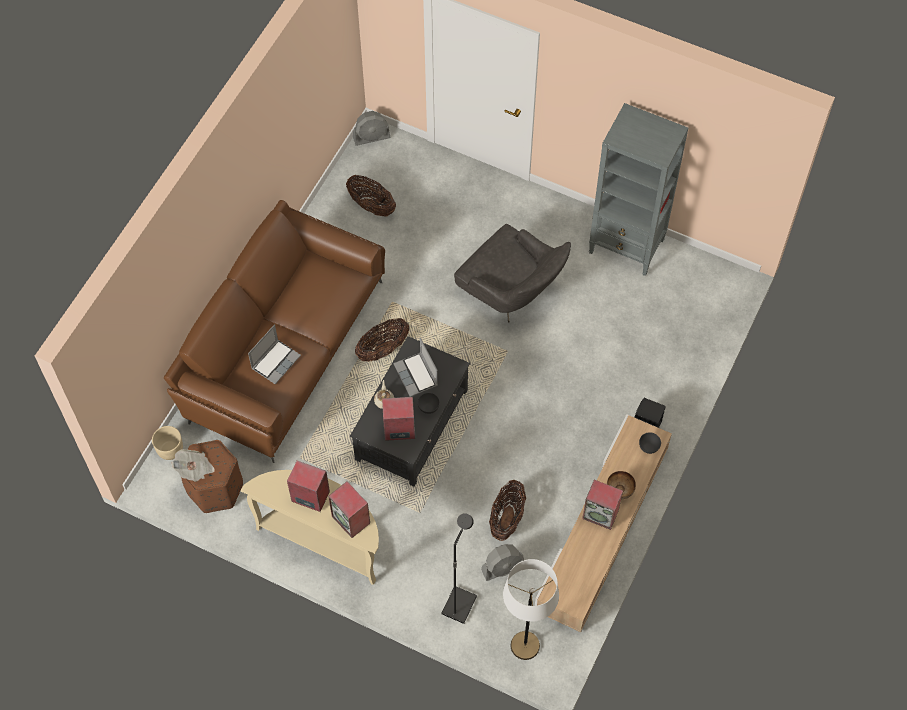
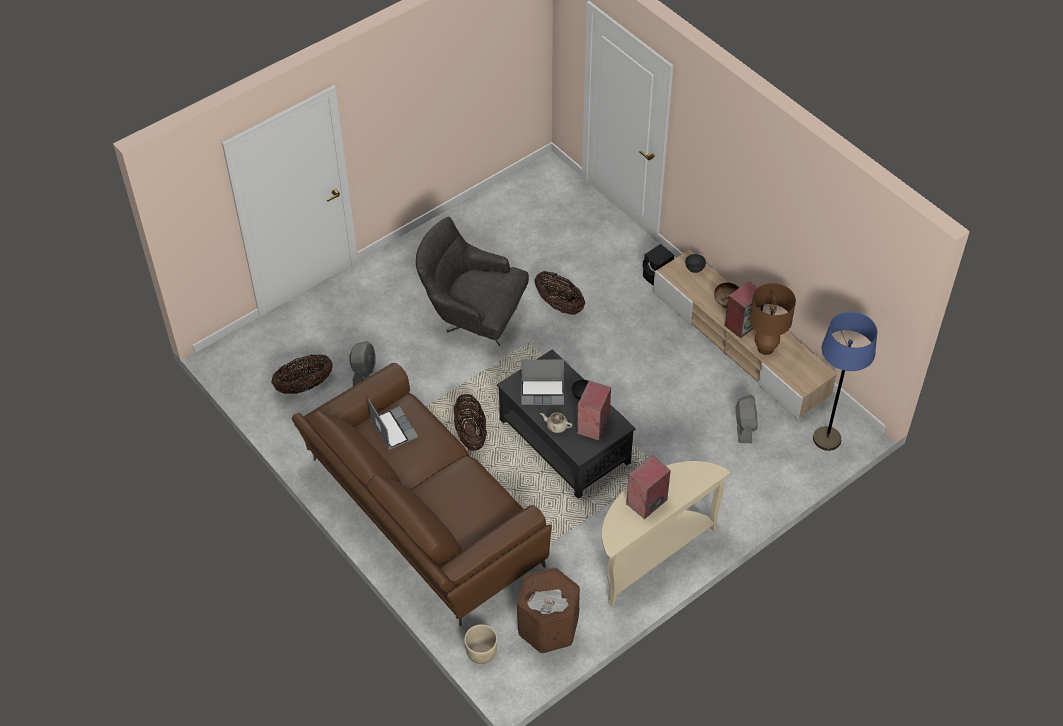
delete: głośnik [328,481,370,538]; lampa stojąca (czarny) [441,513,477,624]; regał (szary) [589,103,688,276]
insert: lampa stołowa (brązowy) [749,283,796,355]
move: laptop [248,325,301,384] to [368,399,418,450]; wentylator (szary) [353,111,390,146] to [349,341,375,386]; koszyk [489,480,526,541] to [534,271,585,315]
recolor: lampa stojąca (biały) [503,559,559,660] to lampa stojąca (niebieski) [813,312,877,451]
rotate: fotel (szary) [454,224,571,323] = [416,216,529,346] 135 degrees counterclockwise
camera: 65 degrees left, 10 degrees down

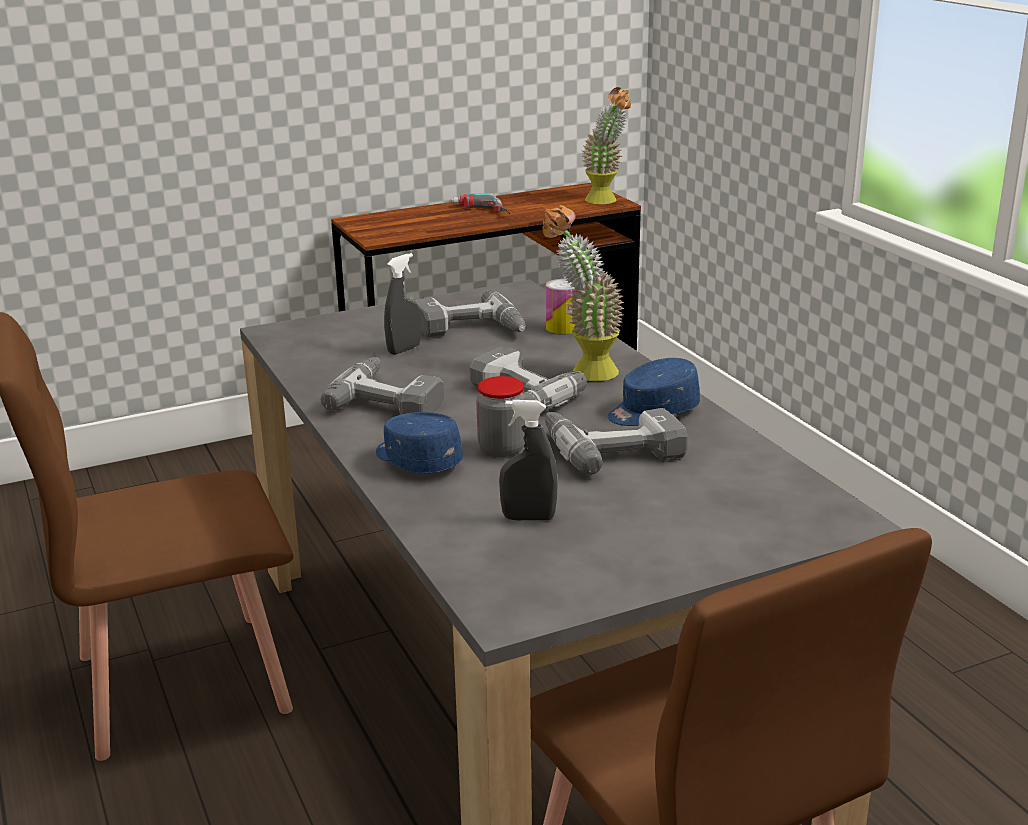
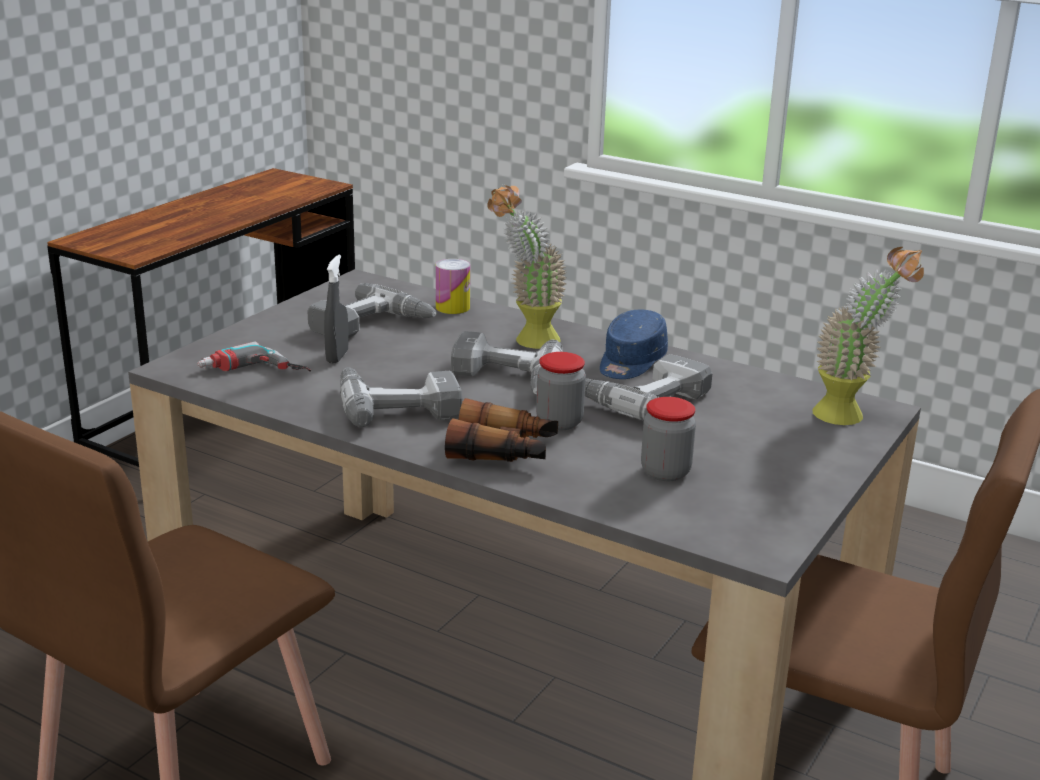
move: wiertarka [449,193,510,214] to [197,342,311,372]; roślina doniczkowa [581,87,631,204] to [812,247,924,425]
replace: czapka z daszkiem (niebieski) [376,412,463,473] to lornetka [445,398,558,462]; spryskiwacz (szary) [499,400,558,521] to słoik [641,397,696,481]
camera: 35 degrees left, 0 degrees up

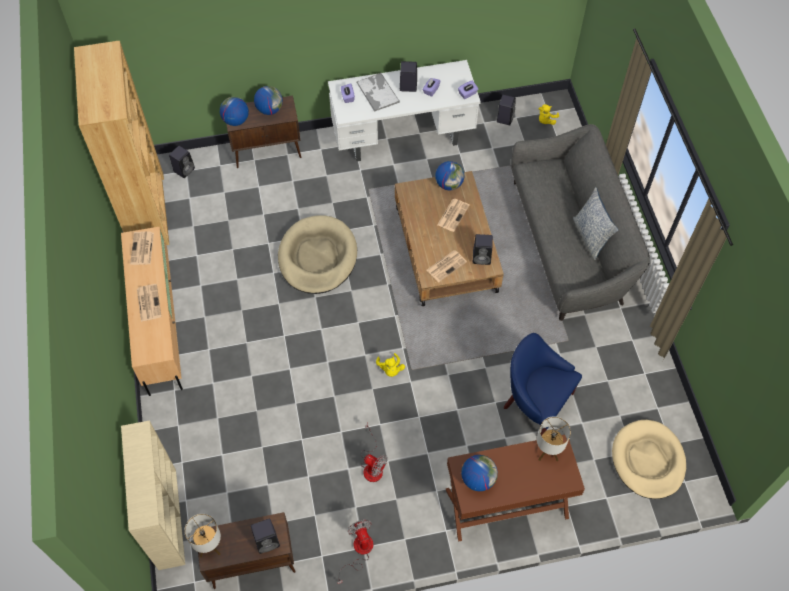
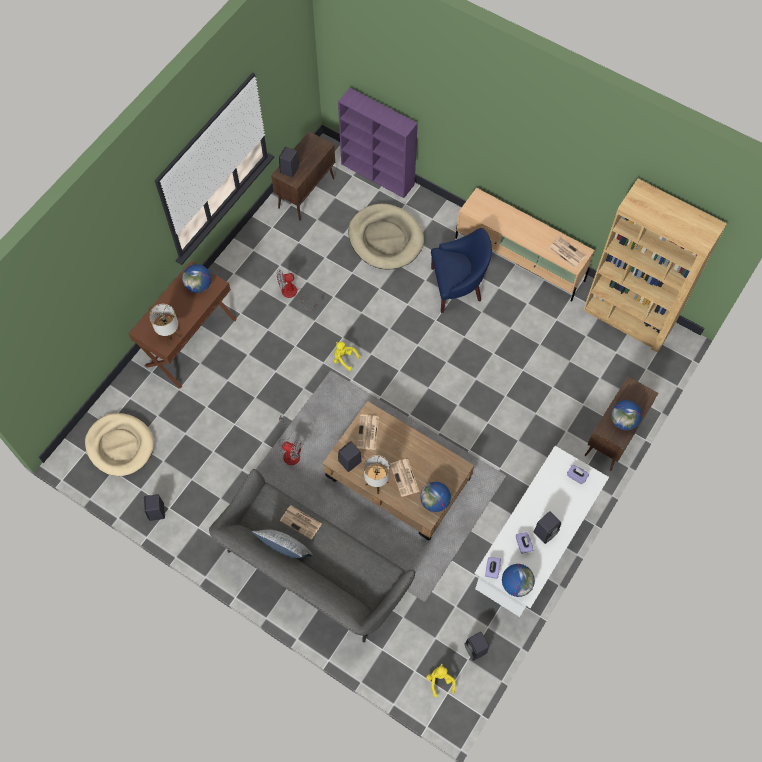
delete: taca [356,73,400,112]
move: gazeta [137,284,161,322] to [280,505,322,539]; głośnik (czarny) [169,146,195,178] to [144,494,165,521]; lampa stołowa [184,514,221,557] to [364,455,390,495]; globus [220,97,249,126] to [502,564,535,597]; legowisko (beżowy) [278,215,357,294] to [348,204,424,270]; wentylator [338,520,373,584] to [279,415,302,465]; fotel (niebieski) [504,333,582,436] to [431,228,492,313]
recolor: regał (beżowy) [121,420,185,570] to regał (fioletowy) [338,88,418,198]
camera: 135 degrees right, 5 degrees up

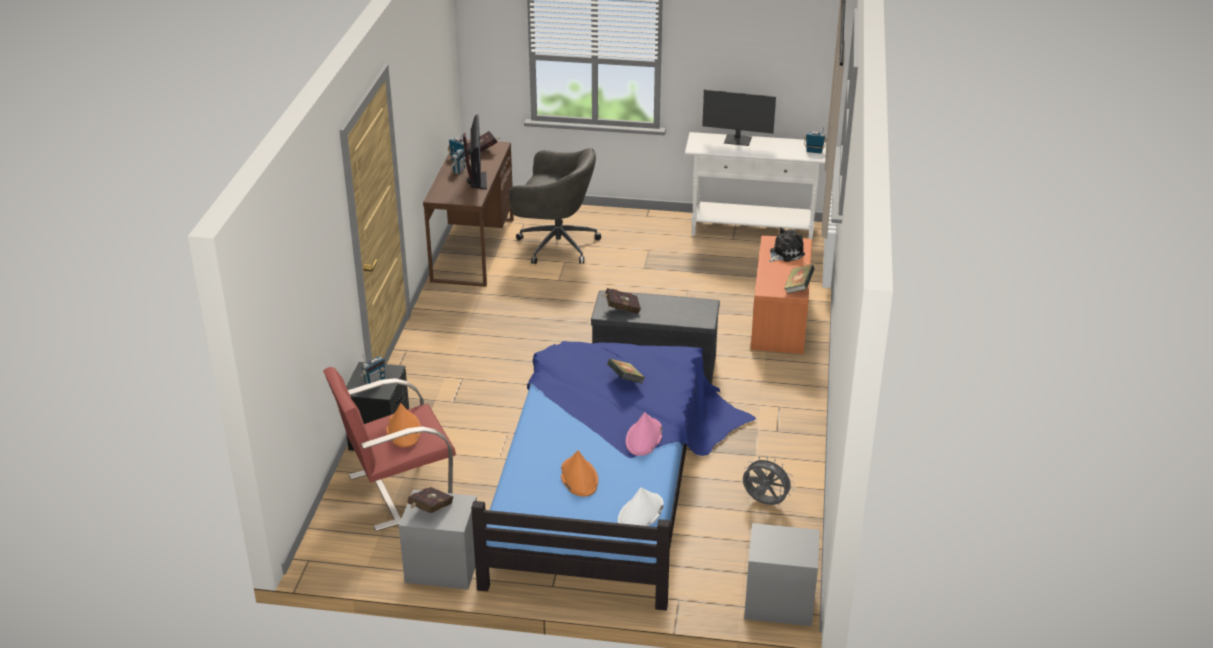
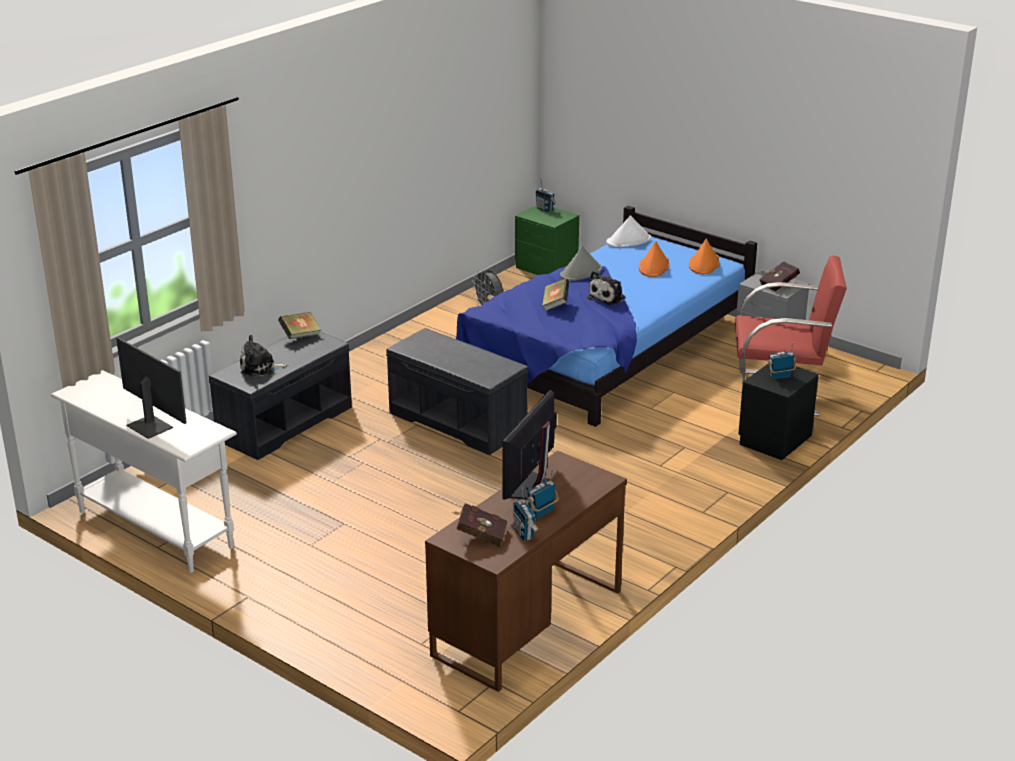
delete: krzesło biurowe (szary) [509,148,601,264]; książka (czerwony) [600,288,641,314]
insert: pluszak [587,271,626,305]
move: kapelusz (pomarańczowy) [386,403,421,447] to [689,238,720,274]; radio [804,126,827,154] to [535,181,556,212]
recolor: kapelusz (różowy) [626,412,662,456] to kapelusz (szary) [560,246,602,281]; szafka nocna (szary) [744,523,819,626] to szafka nocna (zielony) [515,205,579,275]; ławka (pomarańczowy) [751,236,812,354] to ławka (szary) [209,332,352,460]
camera: 150 degrees left, 5 degrees down

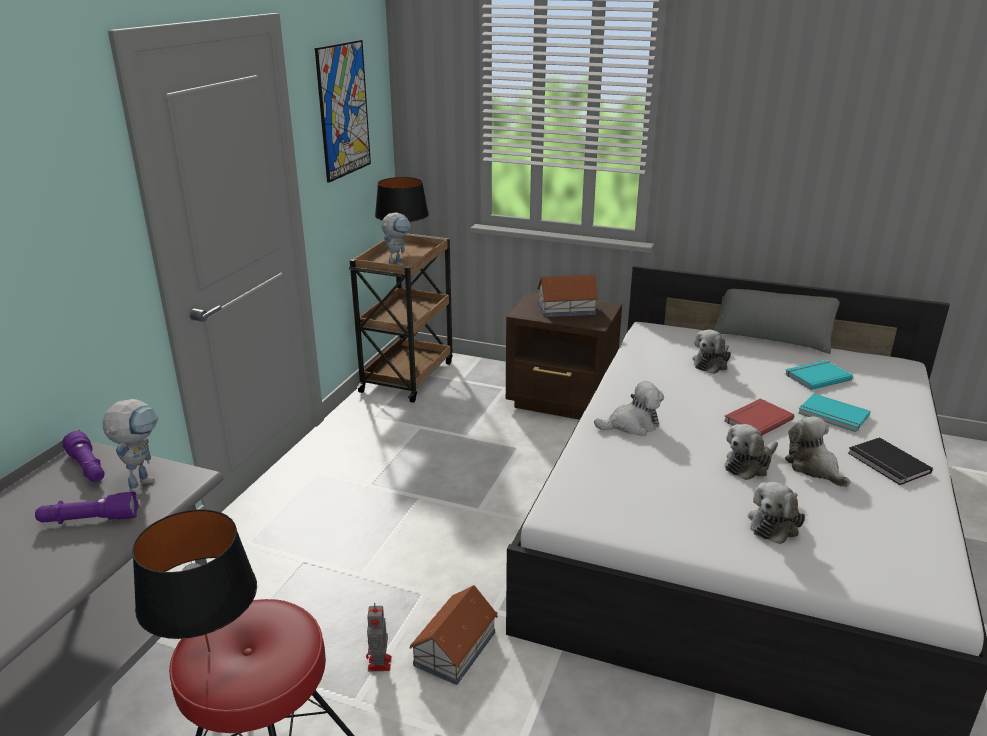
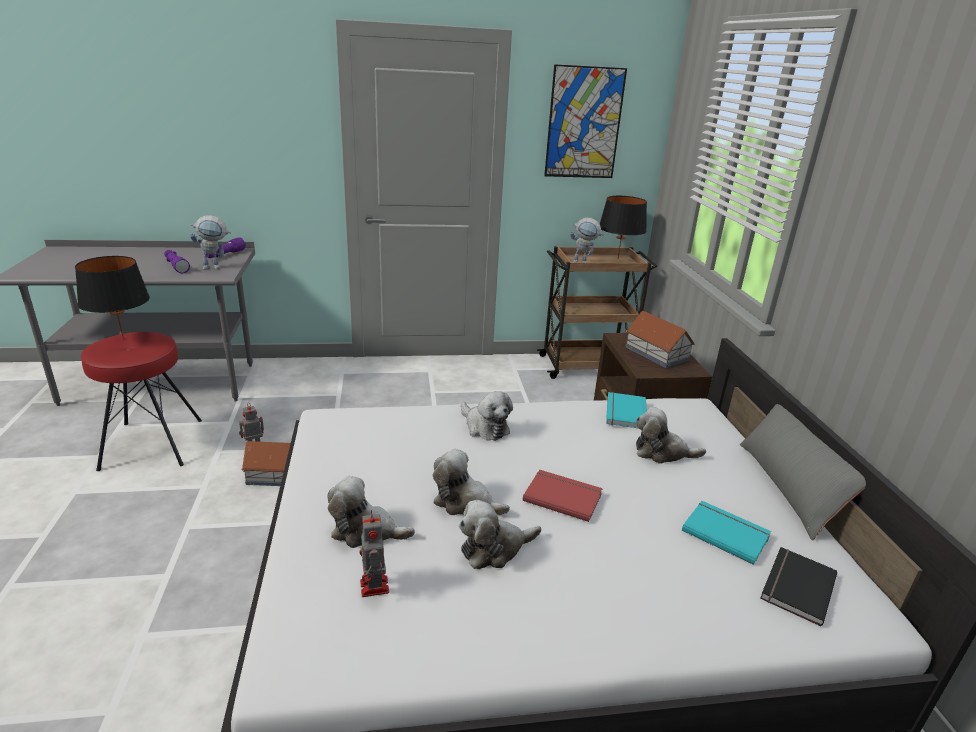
insert: robot zabawkowy [360,510,389,597]
move: książka (turkusowy) [798,393,870,432] to [606,392,647,429]; książka (czarny) [848,437,933,485] to [760,547,837,627]
rotate: pluszak [785,416,851,487] = [459,500,541,569] 150 degrees counterclockwise
camera: 60 degrees right, 0 degrees up

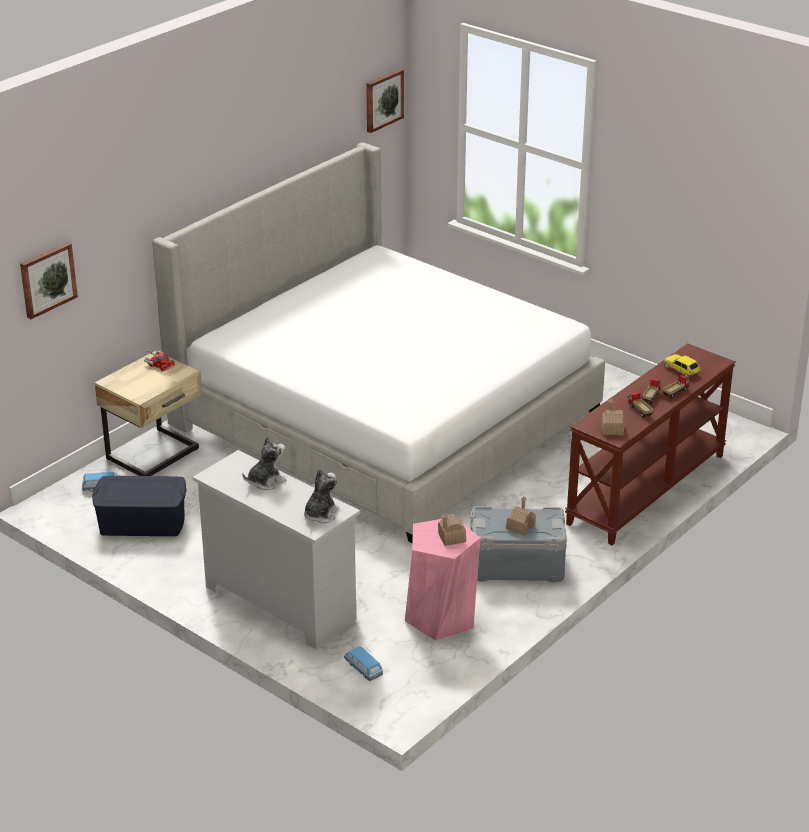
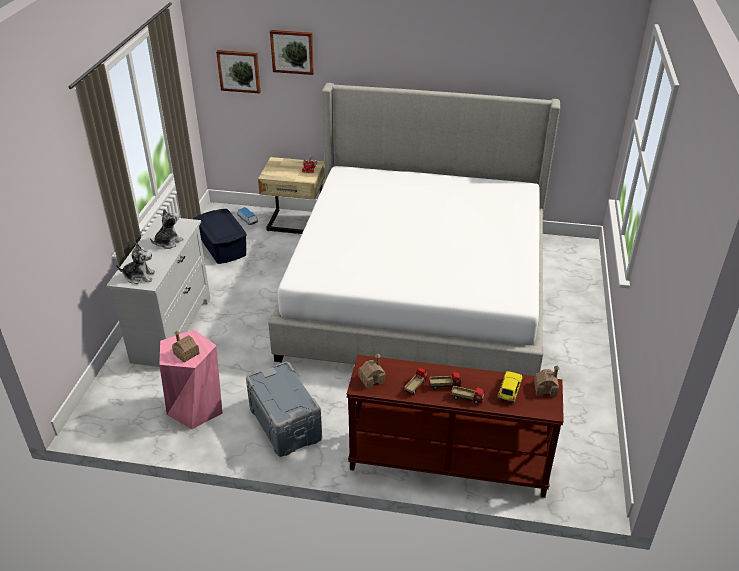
delete: samochodzik [344,646,383,681]
move: obraz [366,69,404,133] to [270,30,314,75]; domek [506,496,536,536] to [534,365,560,397]
rotate: pluszak [242,437,287,490] = [150,209,184,249] 75 degrees counterclockwise
camera: 60 degrees right, 5 degrees up

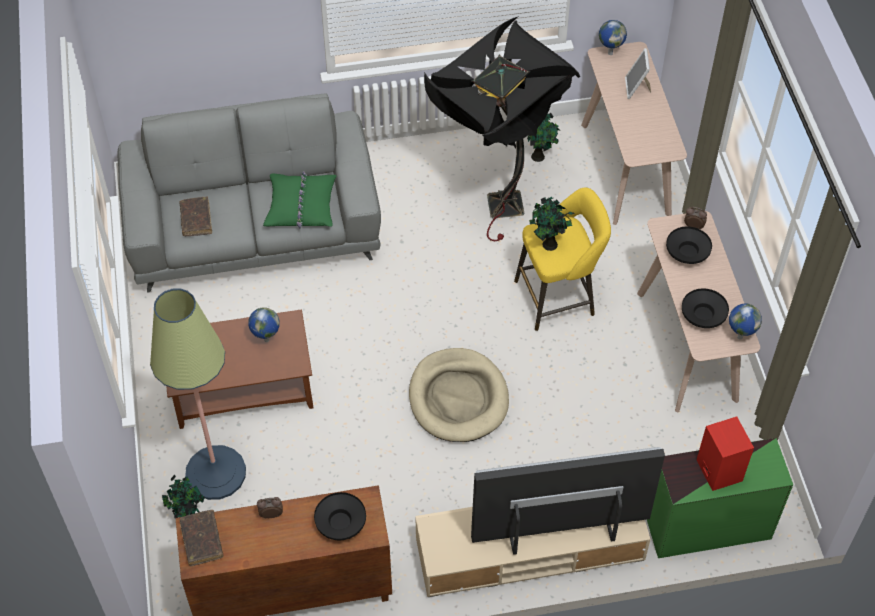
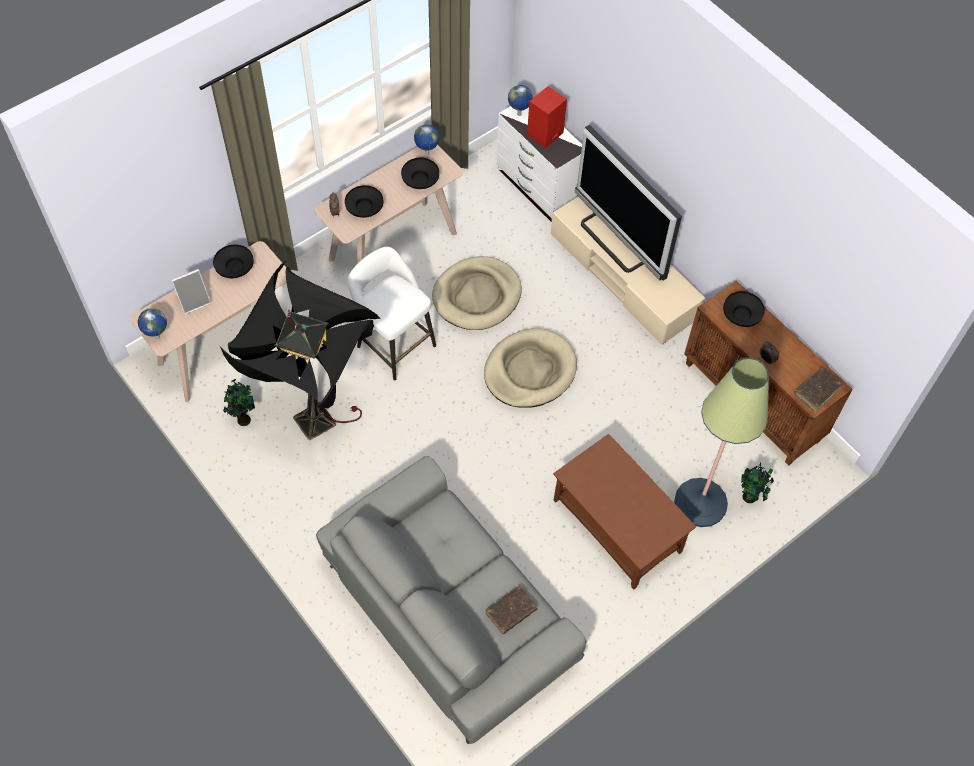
delete: poduszka (zielony) [263,171,337,228]; roślina doniczkowa [529,196,575,251]
insert: miska (czarny) [213,244,254,278]; legowisko (beżowy) [432,256,522,330]
move: globus [248,307,280,342] to [508,85,533,116]
recolor: stołek (żółty) [514,187,611,331] to stołek (biały) [347,247,436,380]; komoda (zielony) [647,438,793,558] to komoda (biały) [497,106,582,222]
camera: 120 degrees left, 5 degrees up

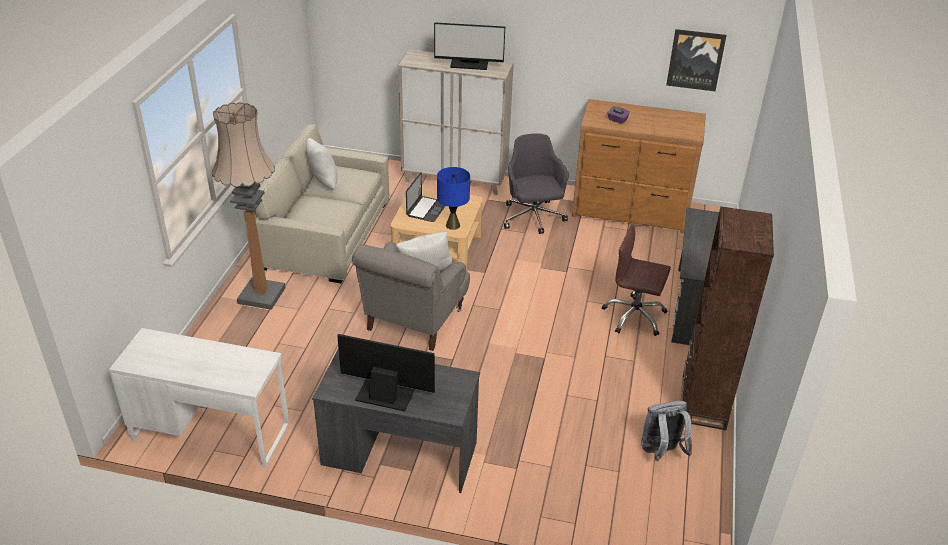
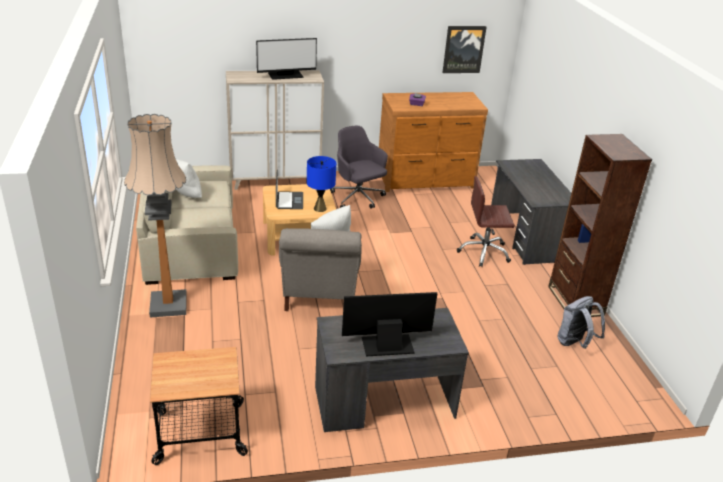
replace: biurko (biały) [109,328,289,468] to wózek [150,347,248,465]
camera: 25 degrees left, 5 degrees down

